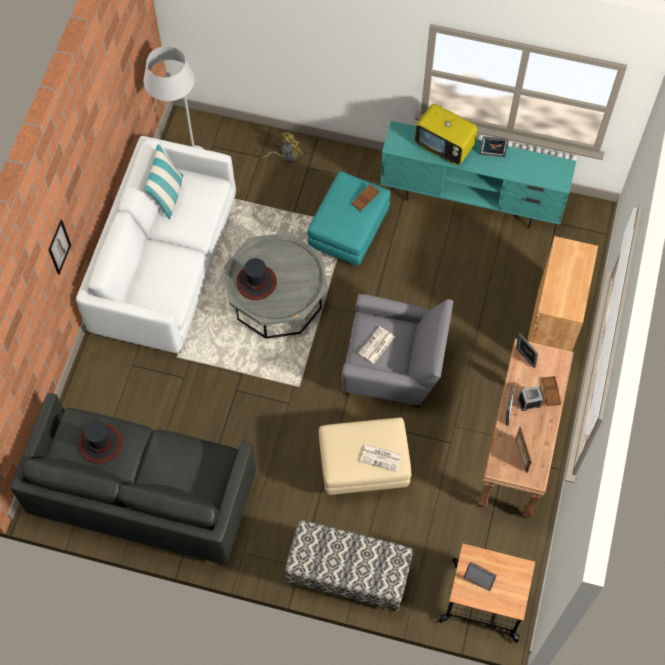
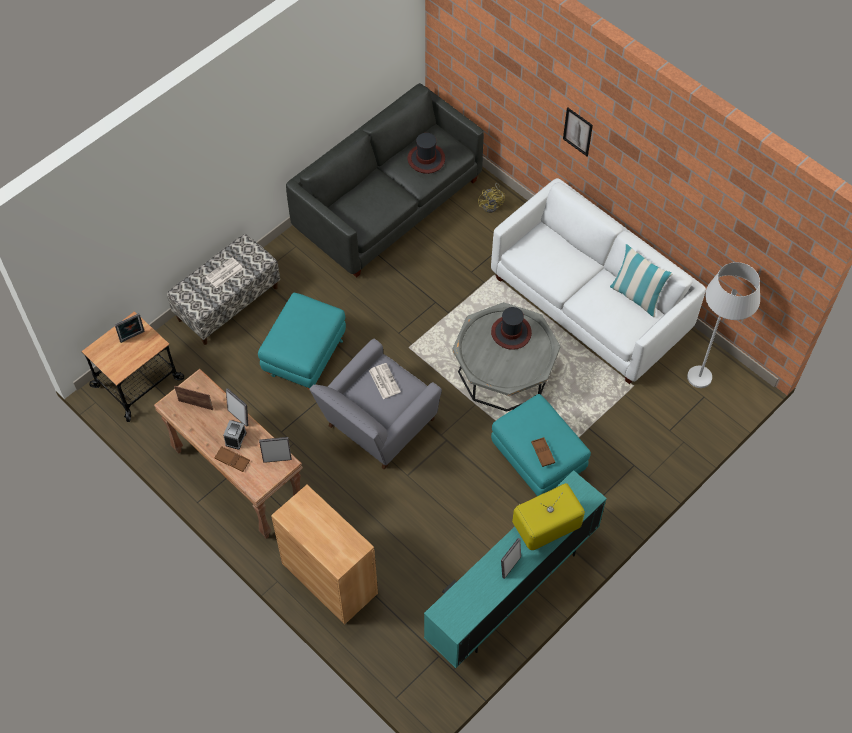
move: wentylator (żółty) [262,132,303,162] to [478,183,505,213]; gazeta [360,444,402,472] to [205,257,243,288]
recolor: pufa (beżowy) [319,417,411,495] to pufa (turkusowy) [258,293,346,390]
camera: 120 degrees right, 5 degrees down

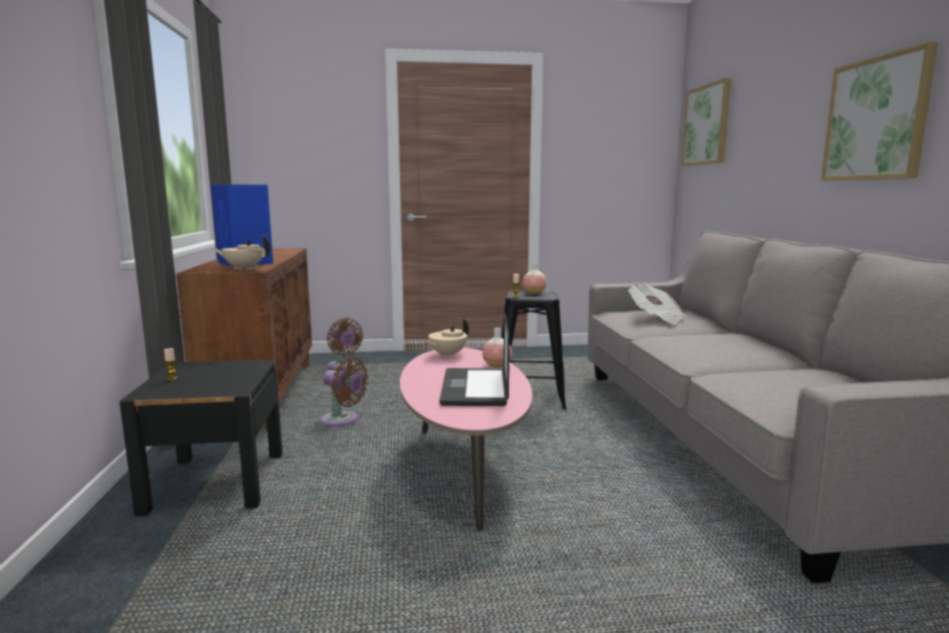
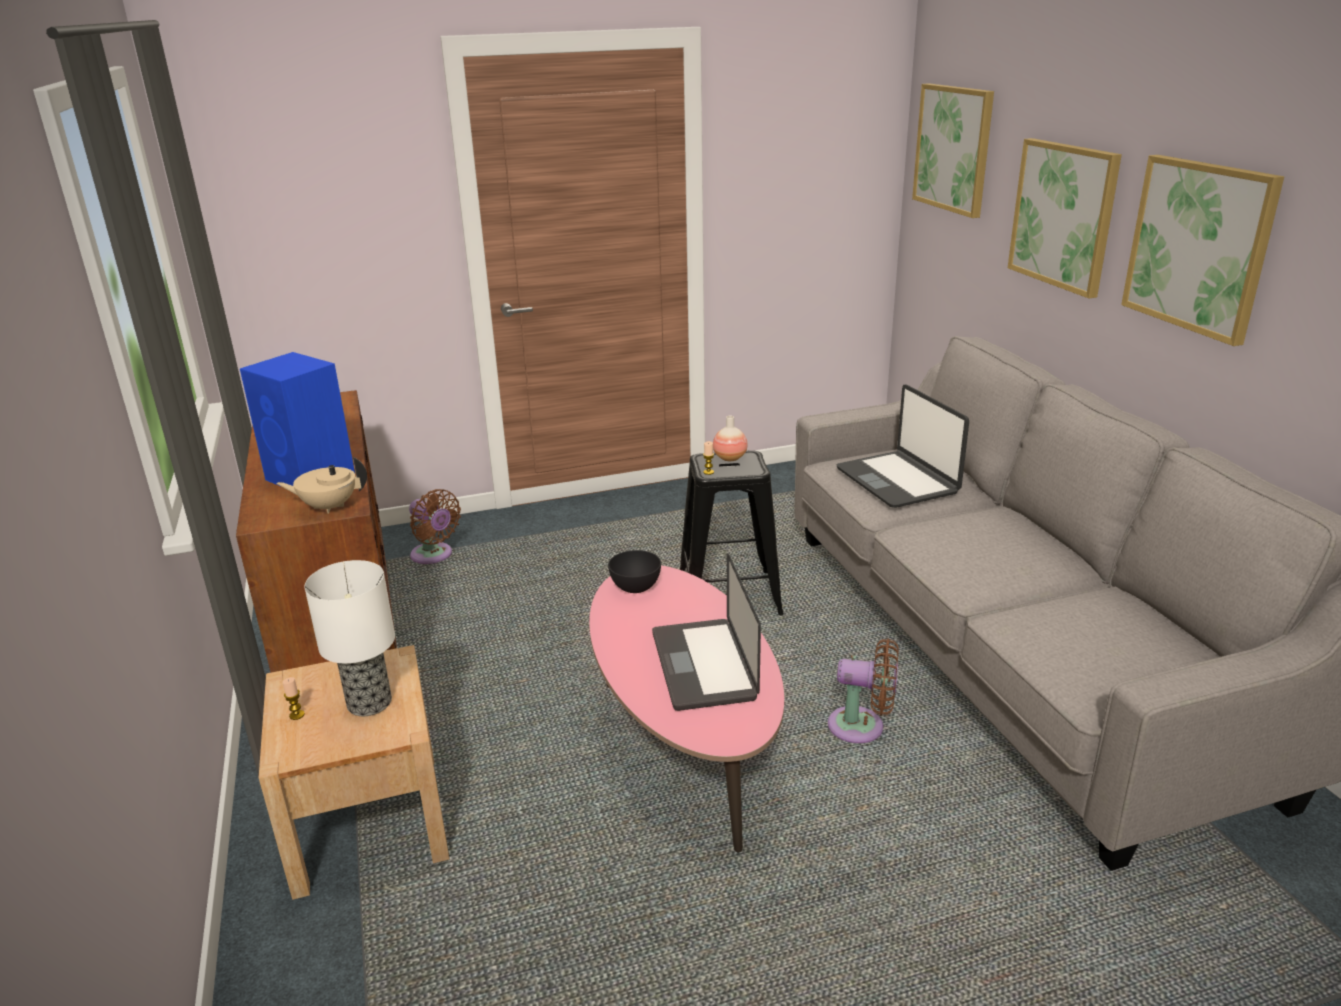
delete: wazon [482,327,512,367]
insert: lampa stołowa [304,560,395,716]; obraz [1008,138,1122,298]
move: wentylator (brązowy) [321,357,368,426] to [828,638,899,743]
replace: imbryk (beżowy) [424,319,469,357] to miska (czarny) [608,550,661,593]; gazeta [628,282,686,324] to laptop [836,385,969,508]
recolor: szafka nocna (czarny) [119,359,283,516] to szafka nocna (beżowy) [259,645,450,900]
camera: 10 degrees left, 15 degrees up

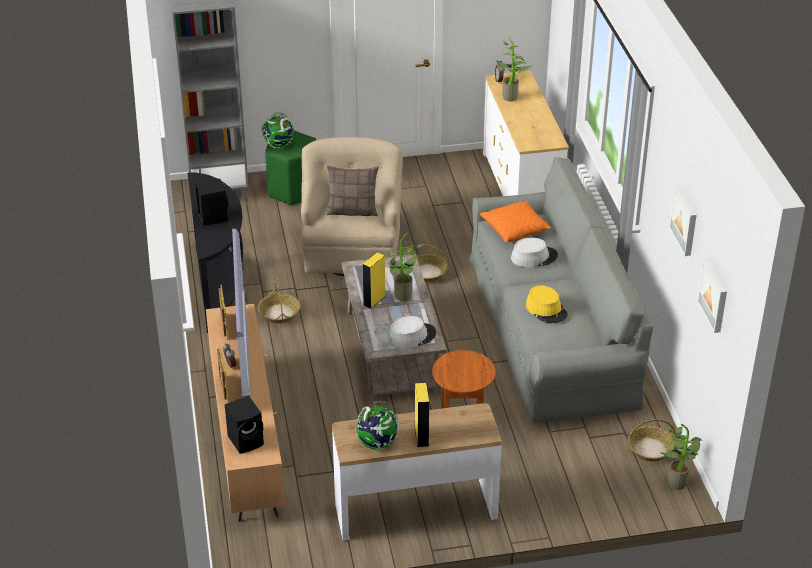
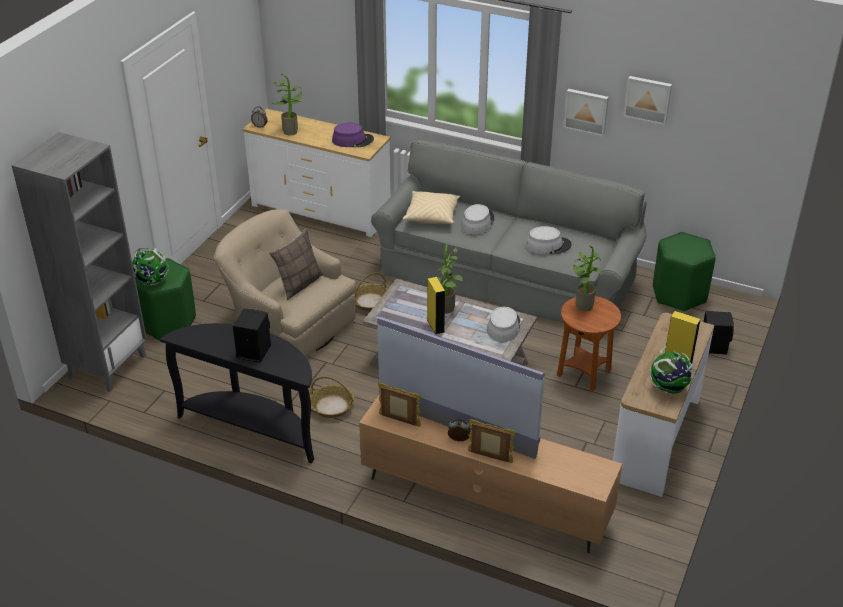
insert: kapelusz (fioletowy) [332,123,374,147]
move: głośnik (czarny) [225,396,264,454] to [703,311,734,355]; roślina doniczkowa [660,423,702,490] to [573,245,602,312]; obraz [697,260,727,333] to [564,89,609,136]
replace: koszyk [628,419,676,462] to stołek (zielony) [653,232,716,312]
recolor: poduszka (pomarańczowy) [480,201,552,242] to poduszka (beżowy) [402,191,460,224]; kapelusz (żółty) [526,285,568,323] to kapelusz (szary) [526,226,572,254]
camera: 55 degrees left, 0 degrees up

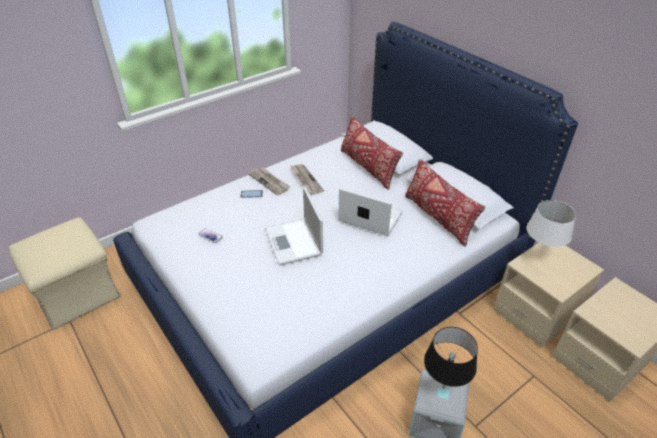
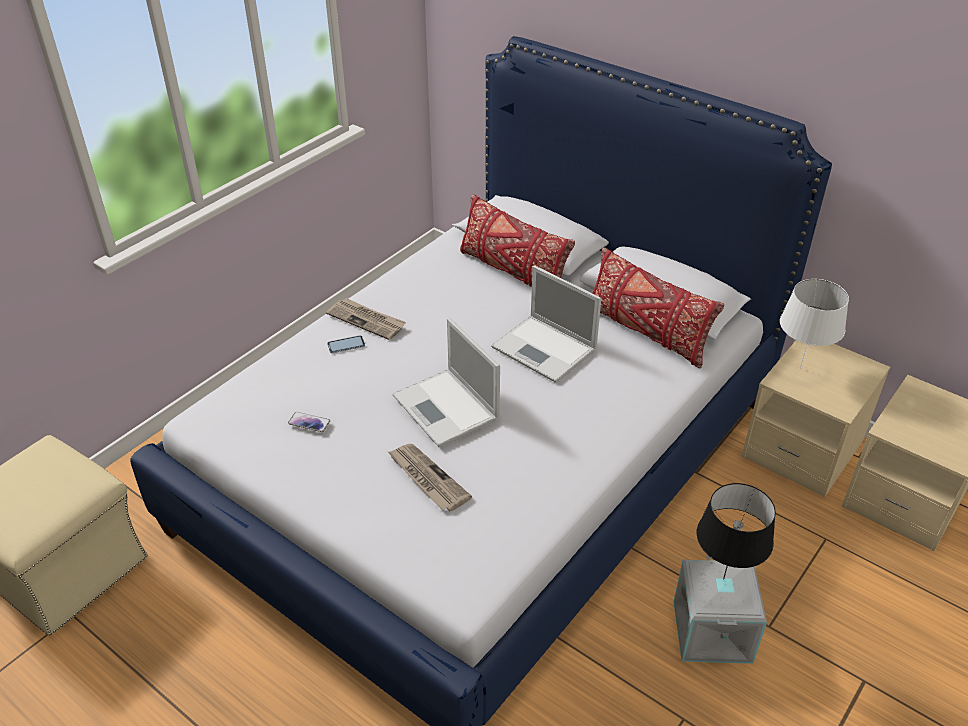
move: gazeta [291,164,324,195] to [388,444,472,511]
rotate: laptop [338,187,403,236] = [491,266,602,383] 150 degrees counterclockwise
camera: 15 degrees left, 0 degrees up

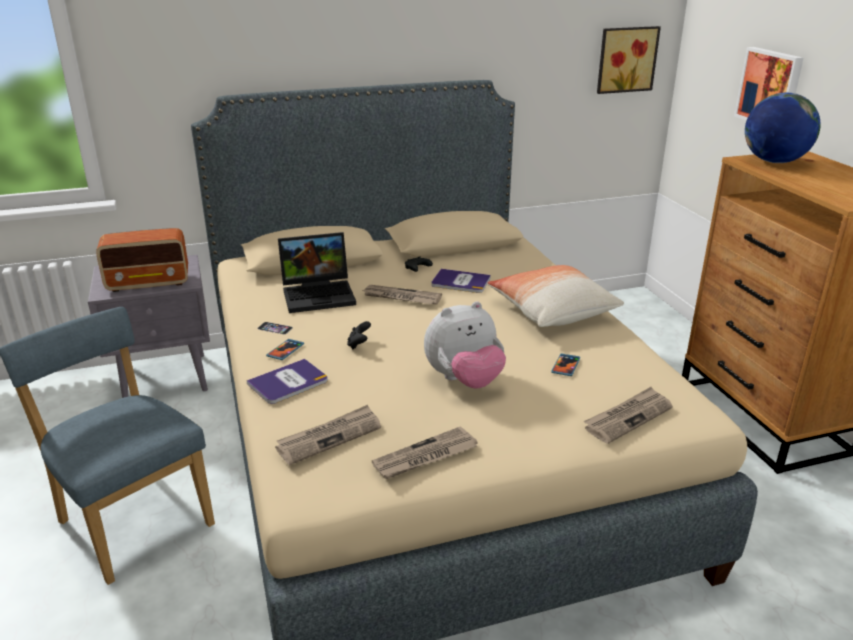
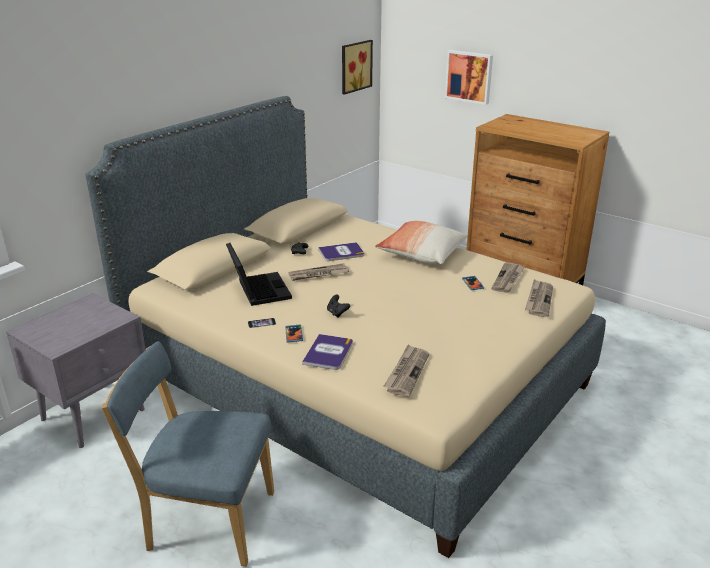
delete: radio [96,228,188,292]; pluszak [424,301,506,389]; globus [745,93,820,163]
move: gazeta [372,426,477,479] to [491,262,525,293]
rotate: laptop [278,232,356,313] = [226,243,292,306] 60 degrees counterclockwise
camera: 35 degrees left, 0 degrees up

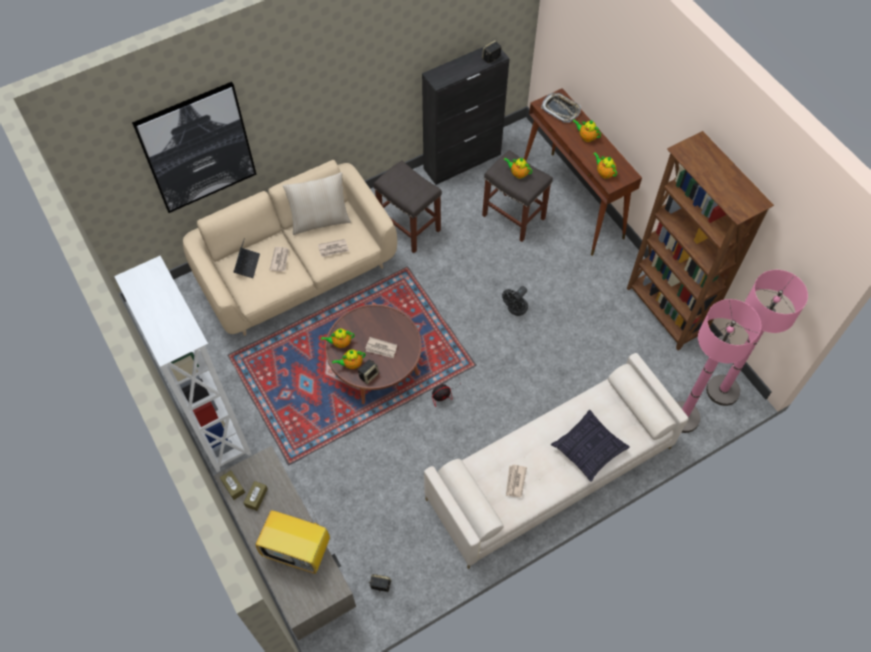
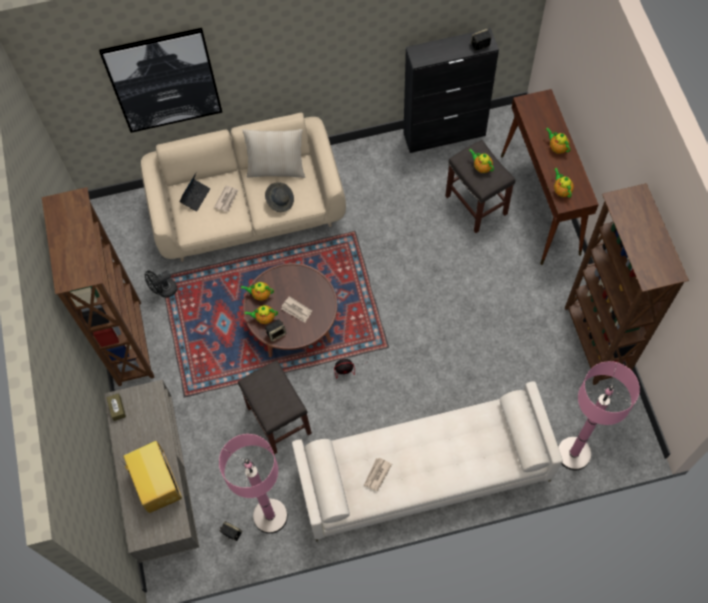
delete: pudełko chusteczek (brązowy) [244,481,268,511]; taca [541,93,581,123]; poduszka [551,410,630,482]
move: stołek (szary) [374,160,442,253] to [238,360,312,454]; wentylator (czarny) [502,286,528,316] to [145,270,177,298]; lampa stojąca (różowy) [706,270,808,406] to [219,434,288,534]
replace: gazeta [318,239,349,257] to kapelusz (szary) [265,182,294,212]
recolor: regał (biały) [114,256,252,472] to regał (brązowy) [42,187,155,386]
rotate: telewizor [255,508,330,574] = [120,441,182,513] 150 degrees counterclockwise
camera: 20 degrees right, 5 degrees up

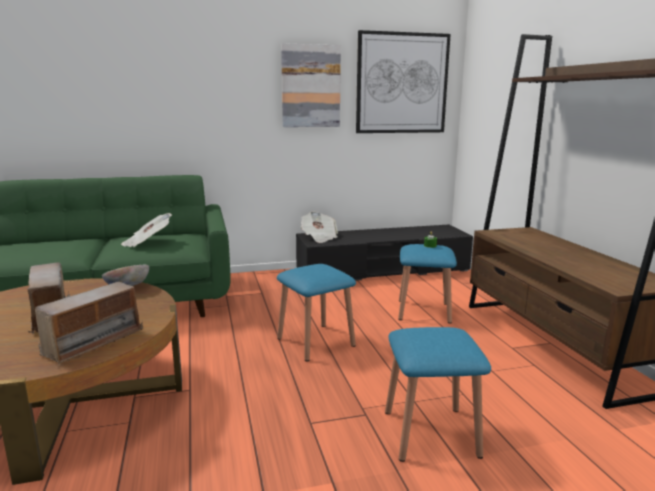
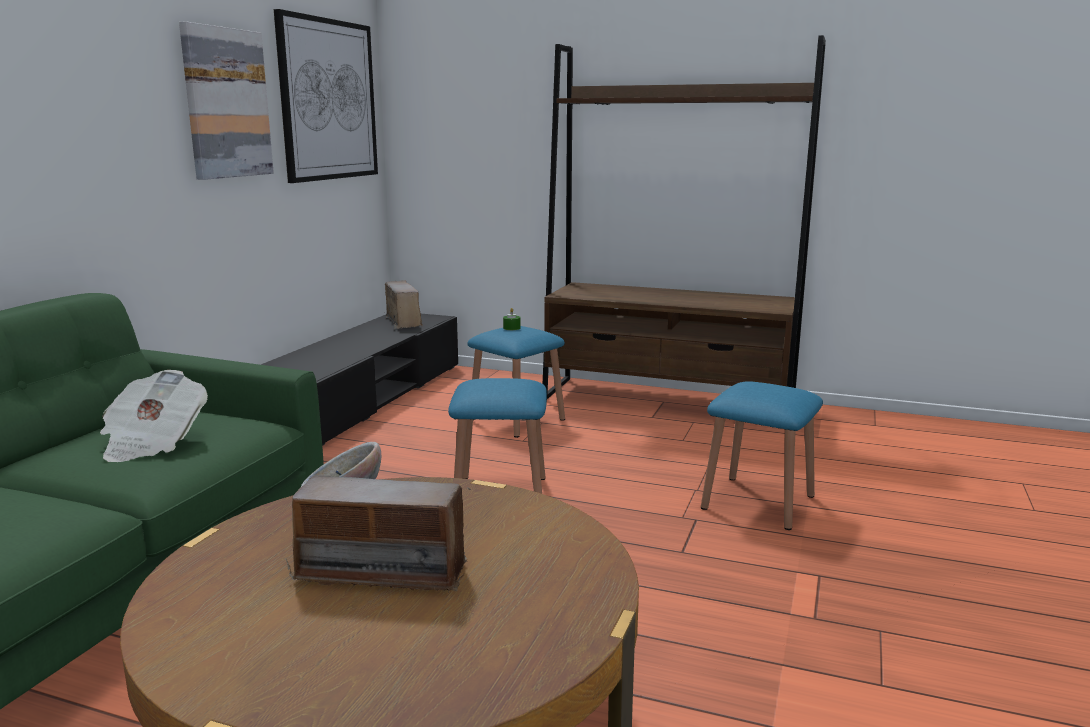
delete: gazeta [301,211,338,243]
move: radio [35,282,143,365] to [385,280,423,330]
camera: 55 degrees left, 0 degrees up

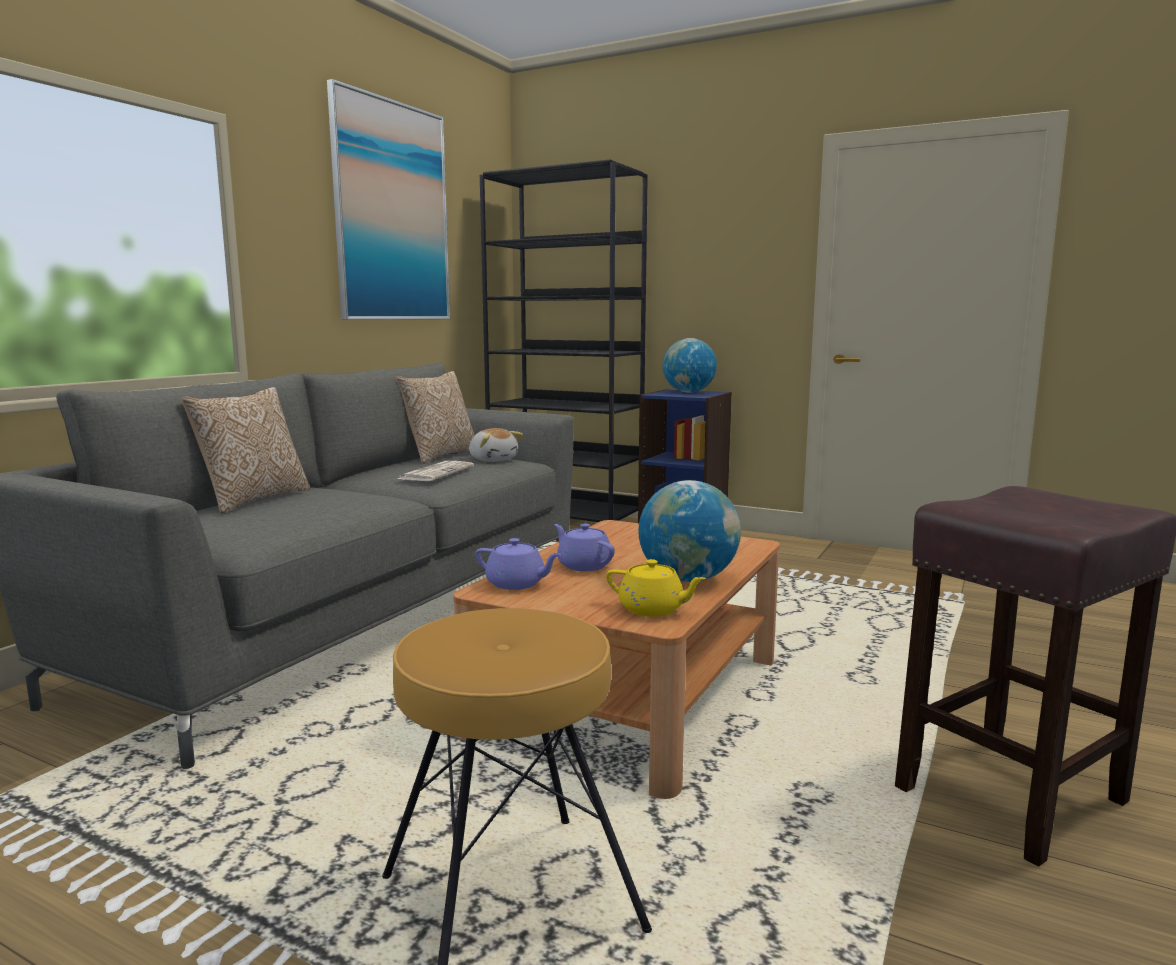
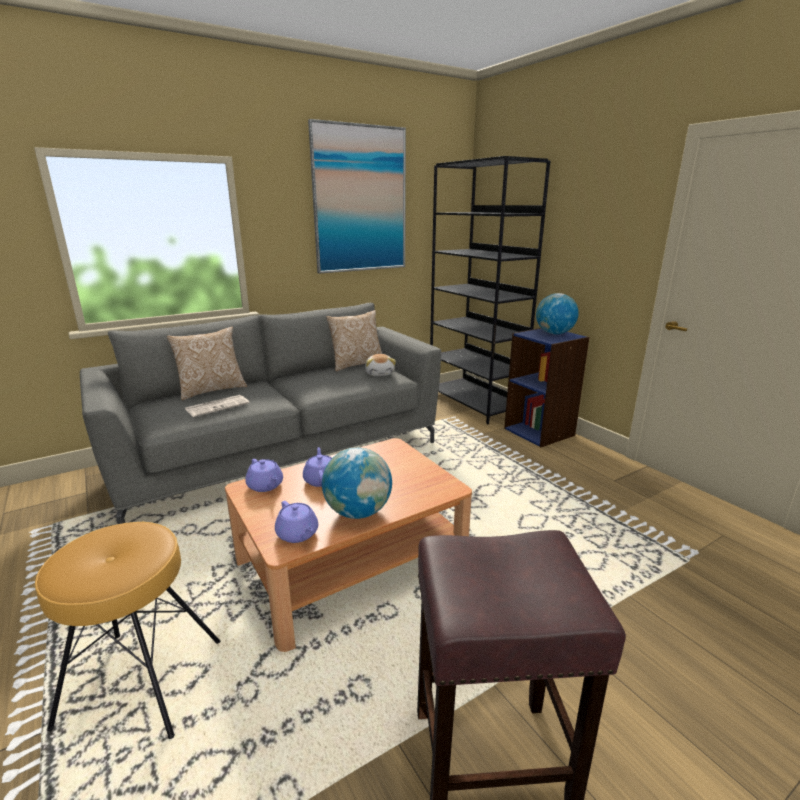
move: gazeta [397,461,474,481] to [185,395,249,417]
recolor: imbryk (żółty) [606,559,706,617] to imbryk (fioletowy) [275,501,318,543]
camera: 30 degrees right, 10 degrees up

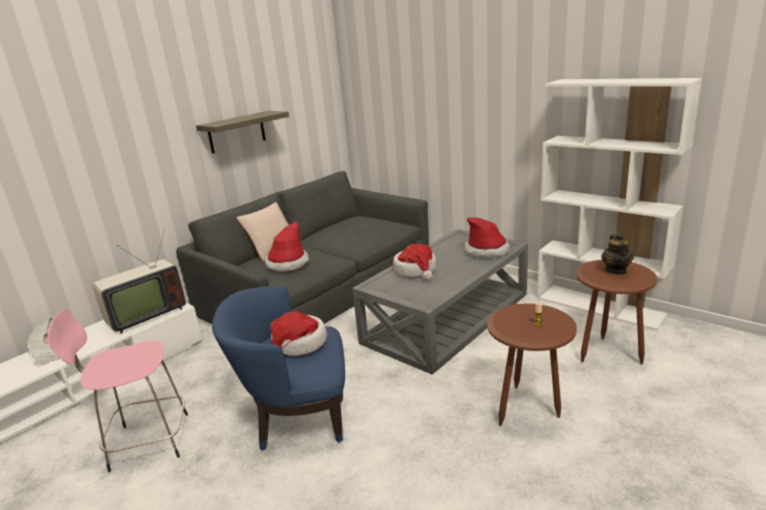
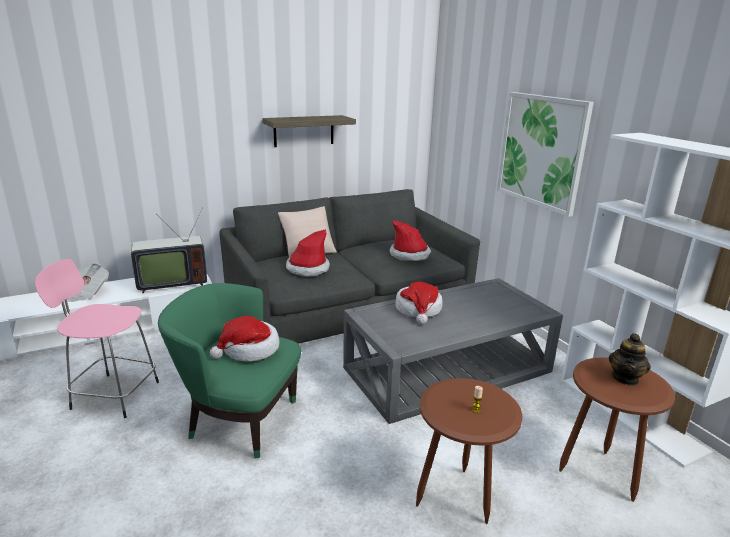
insert: obraz [497,92,594,217]
move: kapelusz [464,217,509,259] to [390,220,431,261]
recolor: fotel (niebieski) [212,286,345,451] to fotel (zielony) [158,283,301,458]
camera: 20 degrees right, 0 degrees up

